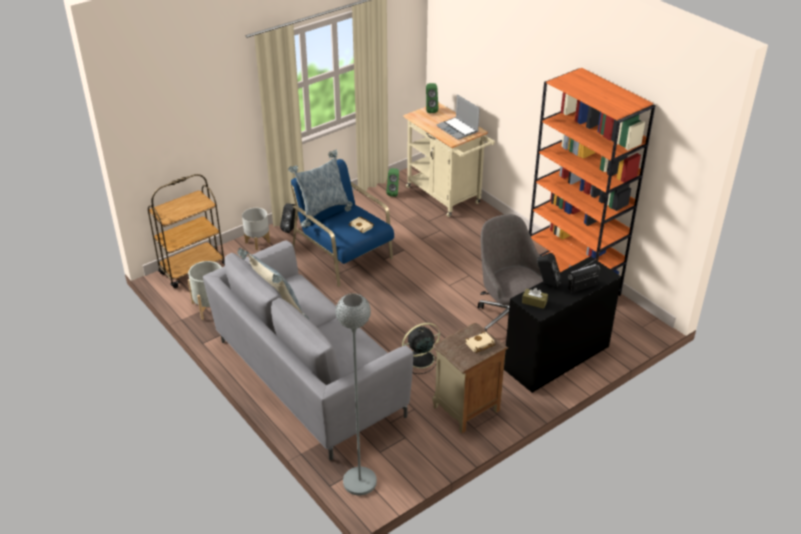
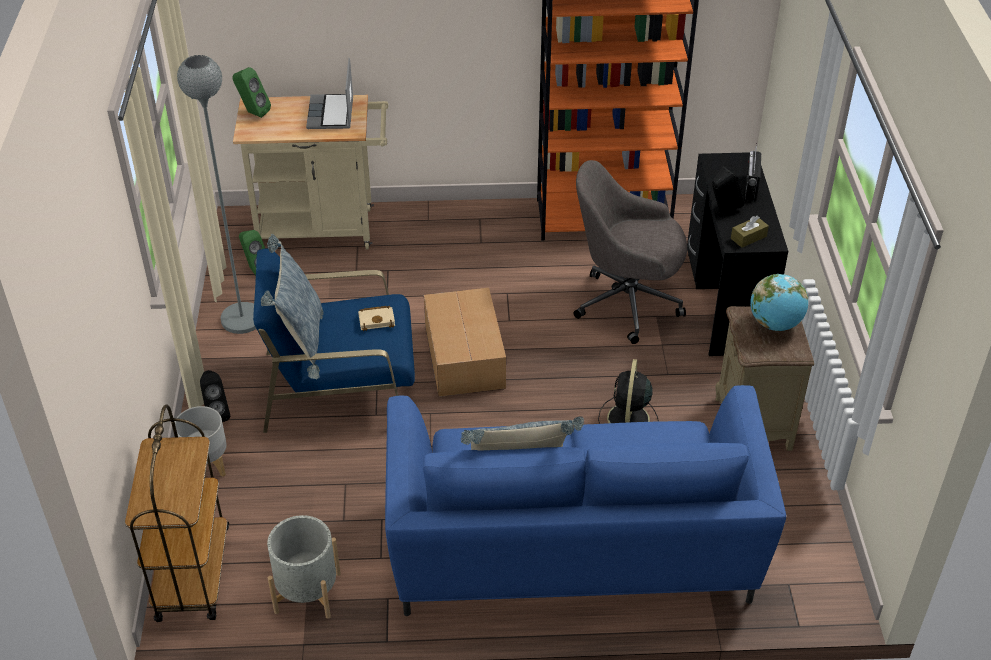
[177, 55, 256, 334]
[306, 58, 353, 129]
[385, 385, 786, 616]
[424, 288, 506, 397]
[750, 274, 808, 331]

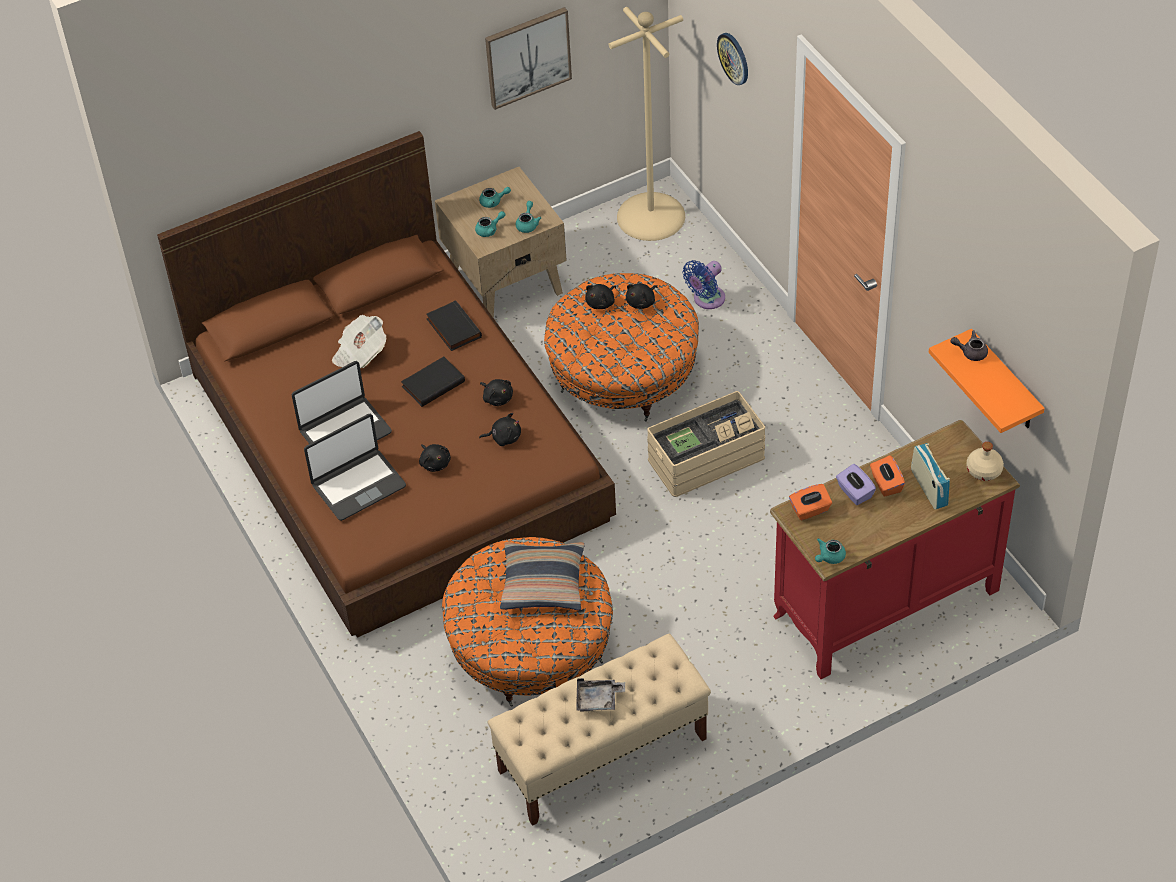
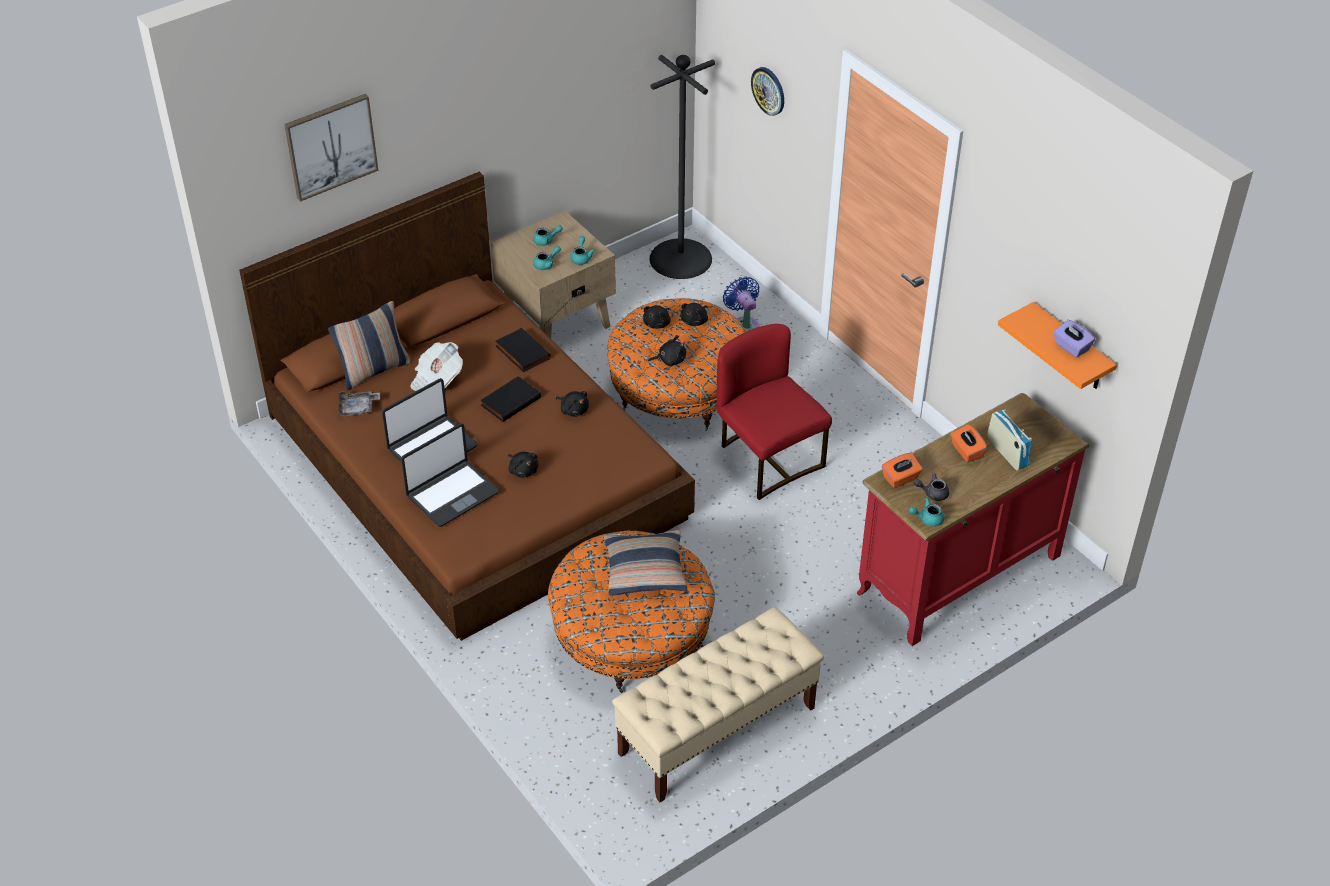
[284, 94, 378, 202]
[328, 301, 411, 390]
[339, 391, 380, 417]
[648, 336, 686, 366]
[650, 55, 715, 279]
[716, 324, 832, 500]
[723, 277, 760, 331]
[909, 498, 945, 527]
[914, 472, 949, 501]
[1053, 320, 1095, 358]
[966, 442, 1004, 481] (first image)

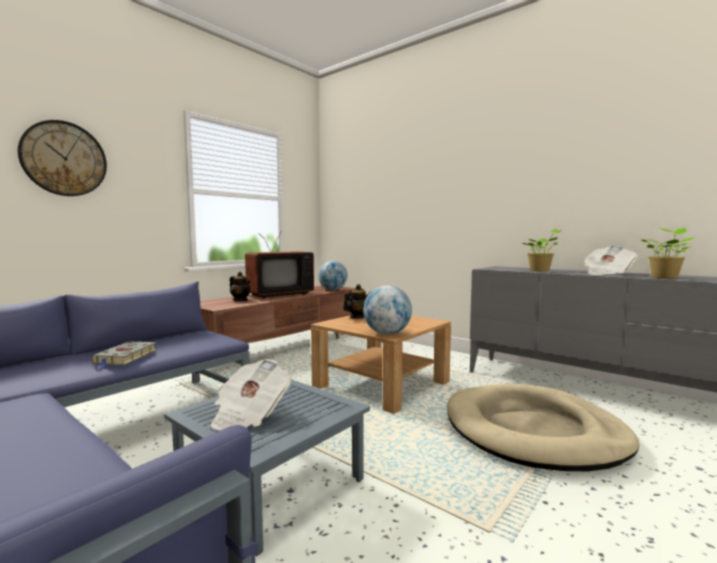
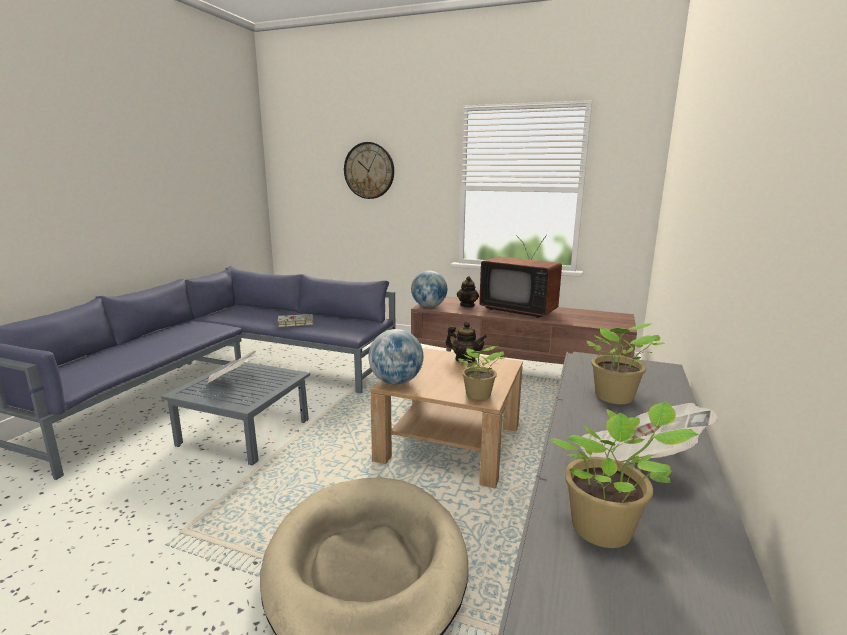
[411, 271, 447, 307]
[458, 346, 507, 400]

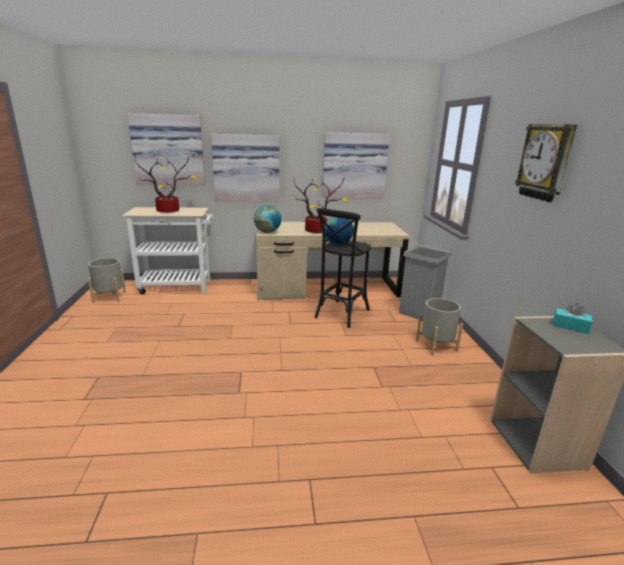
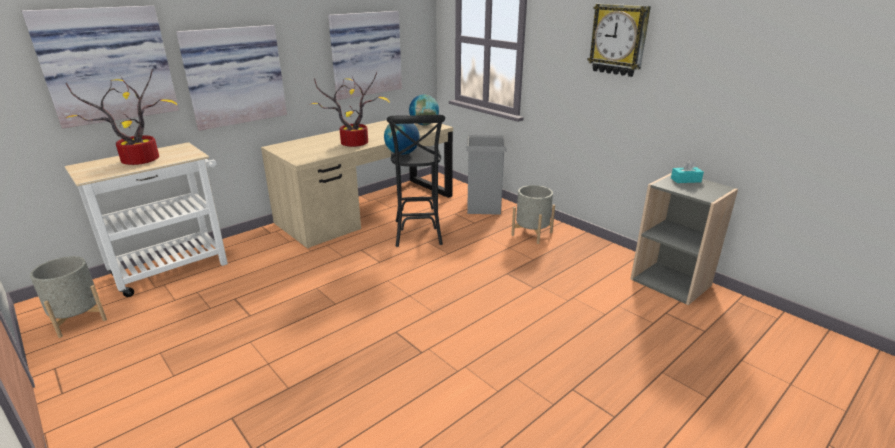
[409, 95, 439, 125]

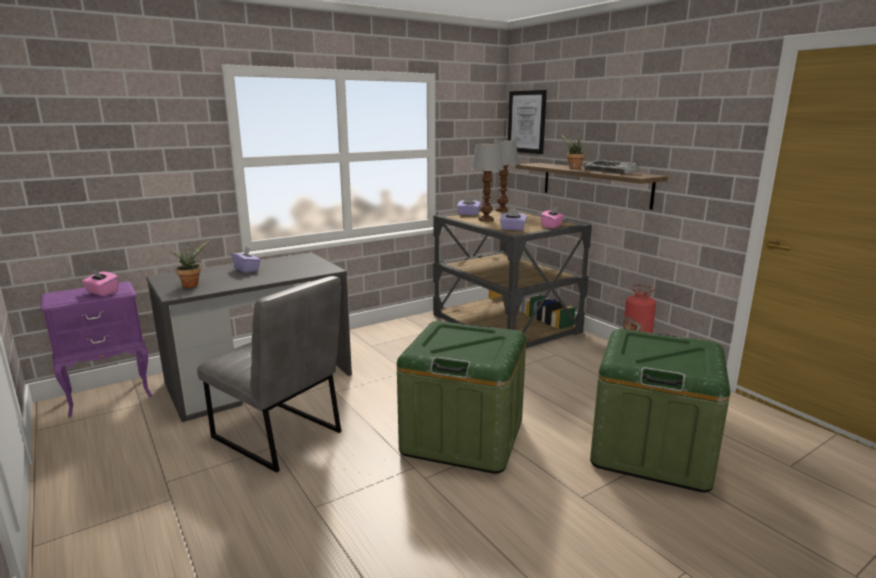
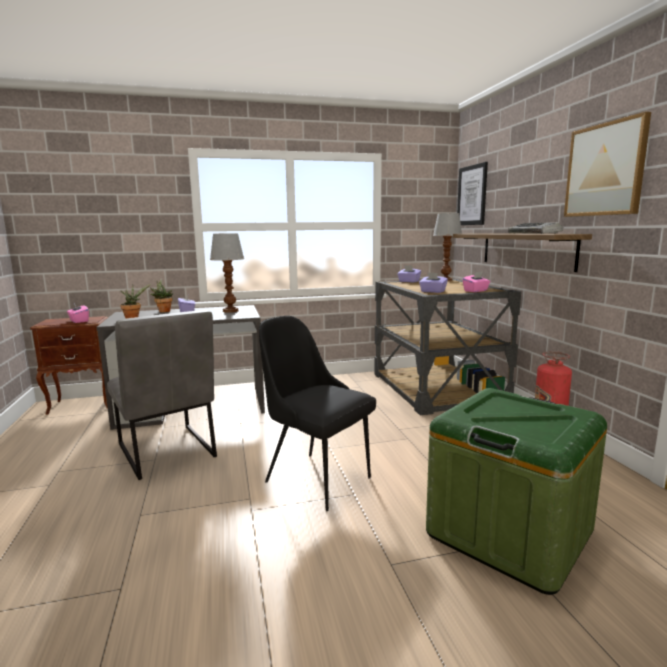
[30, 316, 108, 415]
[150, 279, 173, 312]
[210, 233, 244, 313]
[259, 316, 376, 511]
[564, 112, 651, 217]

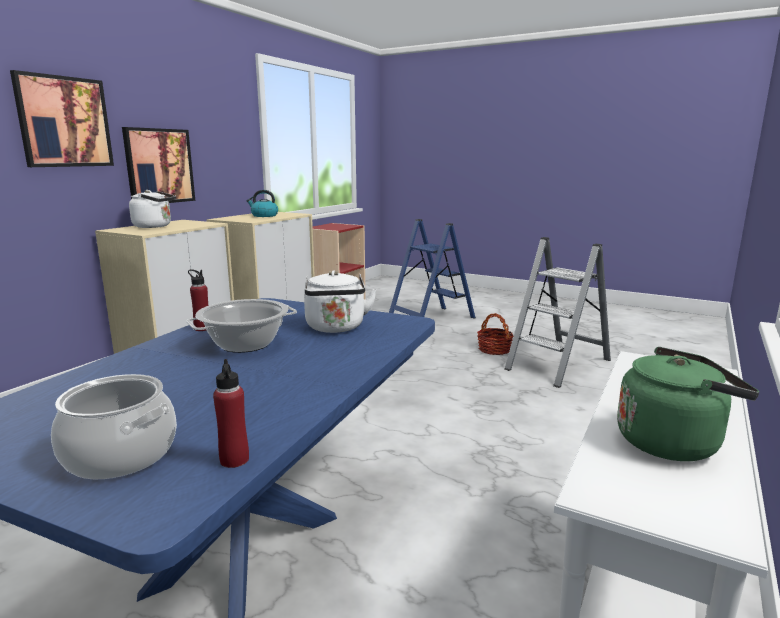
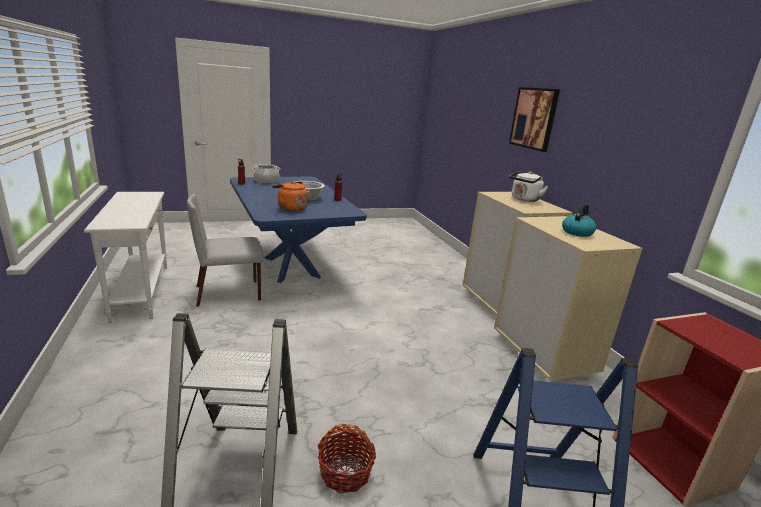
[187, 194, 264, 307]
[272, 181, 308, 212]
[122, 127, 195, 203] (first image)
[617, 347, 759, 461] (first image)

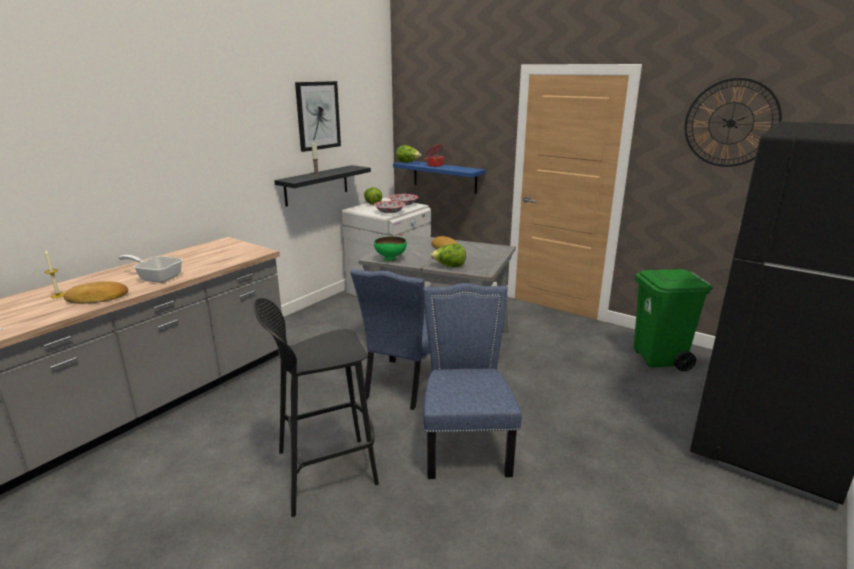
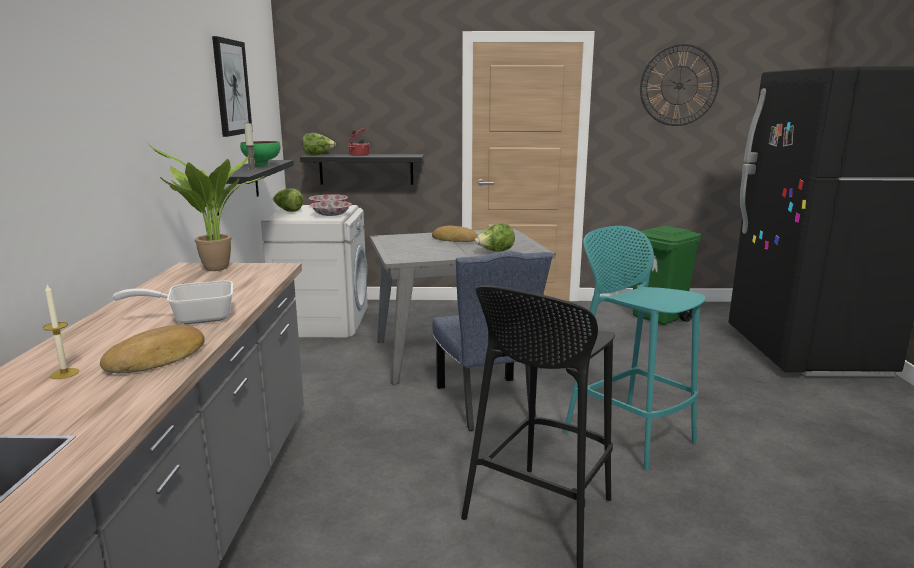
[148, 144, 264, 271]
[240, 141, 280, 167]
[300, 154, 424, 185]
[563, 226, 705, 470]

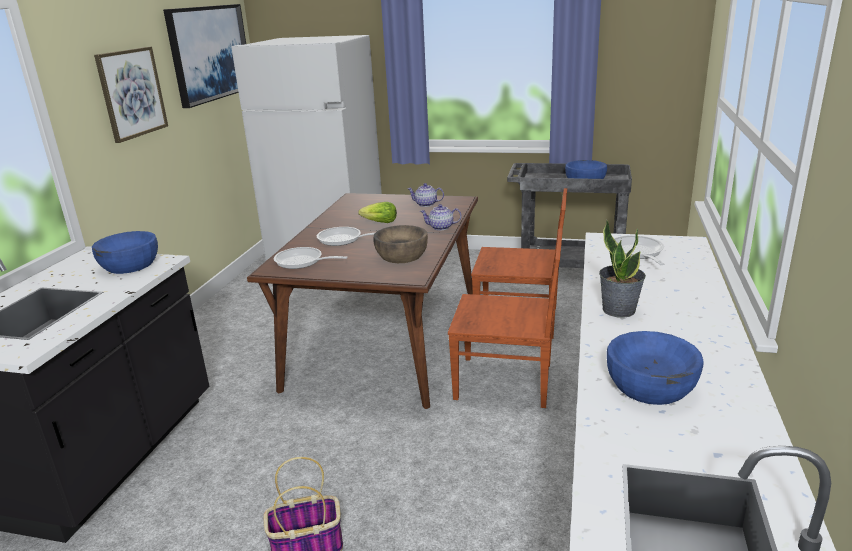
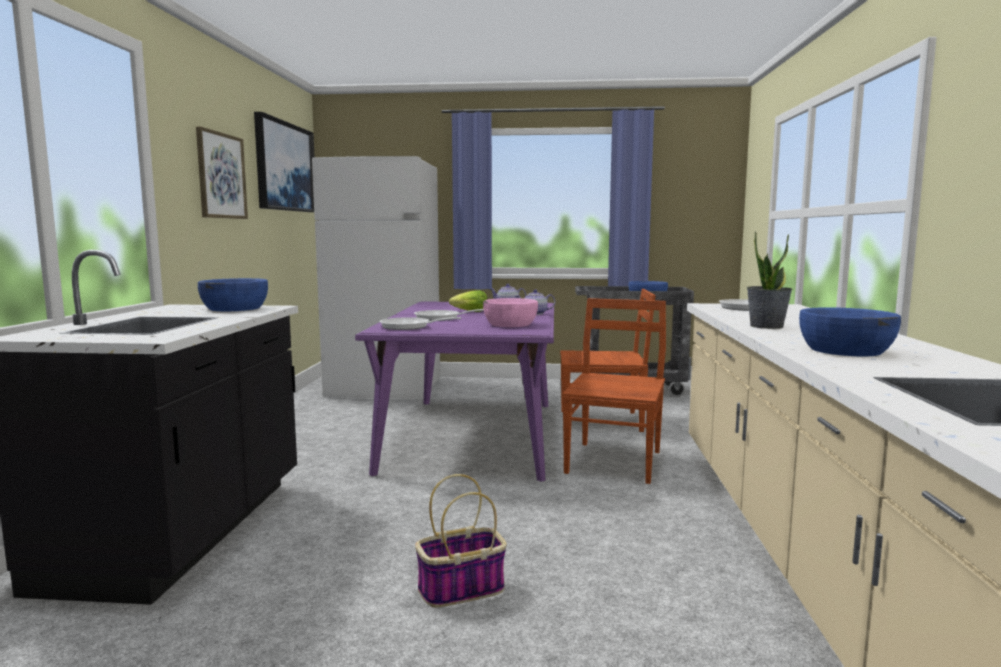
[355, 301, 554, 482]
[483, 298, 538, 327]
[562, 298, 666, 484]

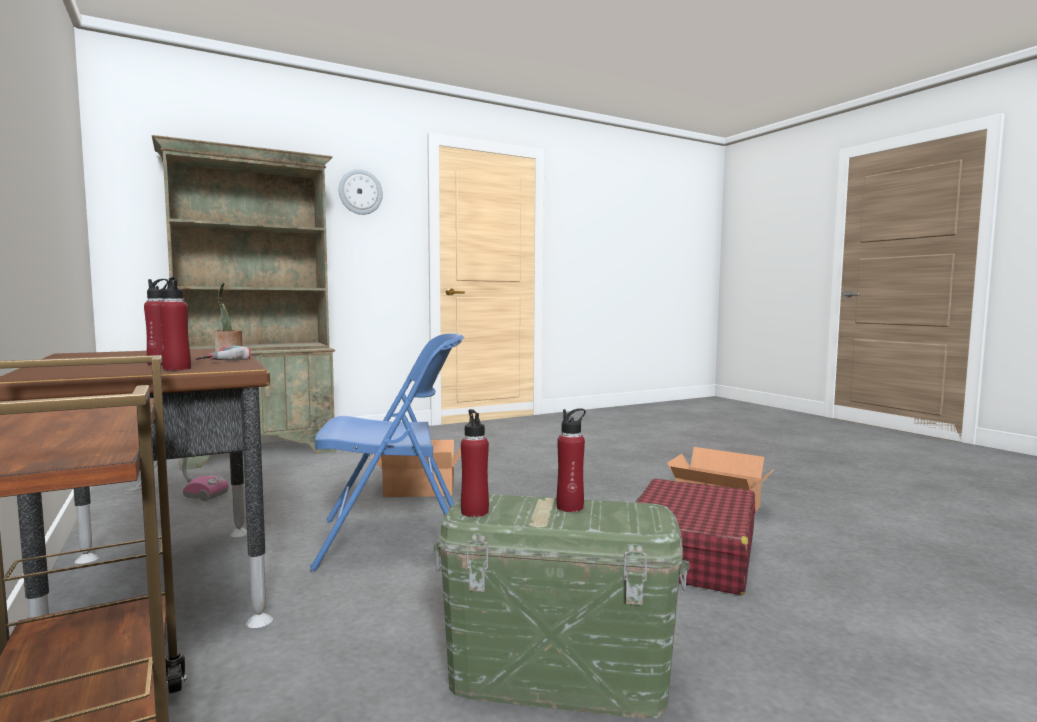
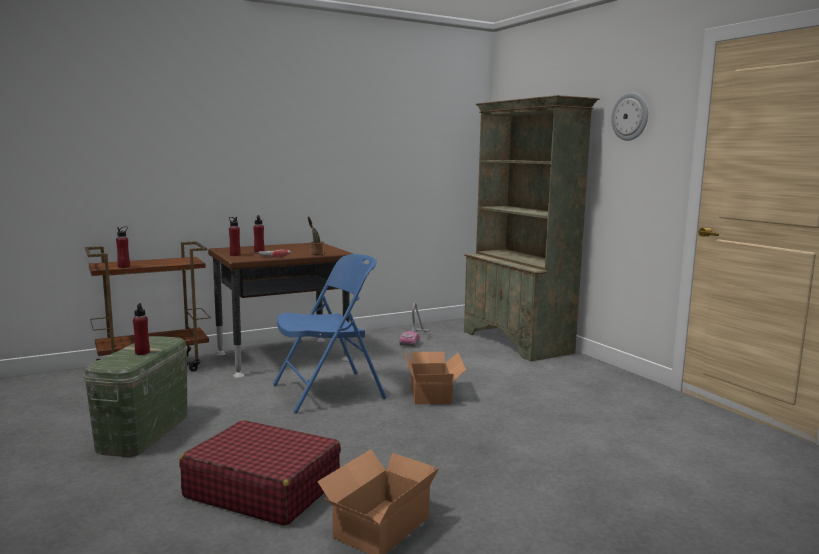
[116, 226, 130, 268]
[273, 254, 386, 414]

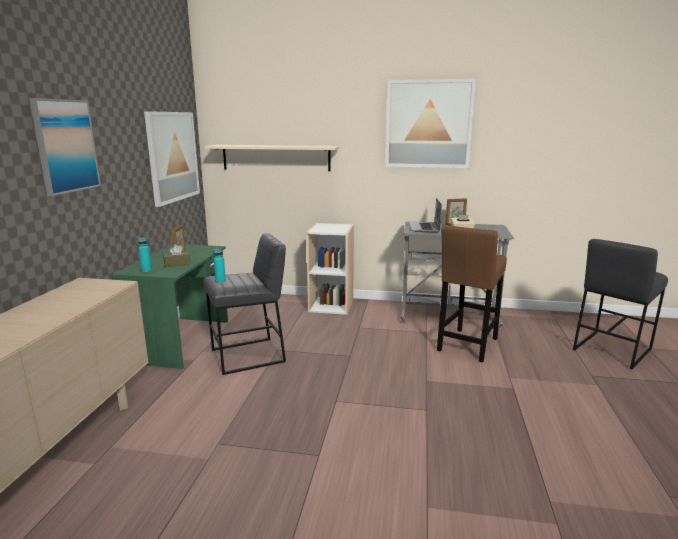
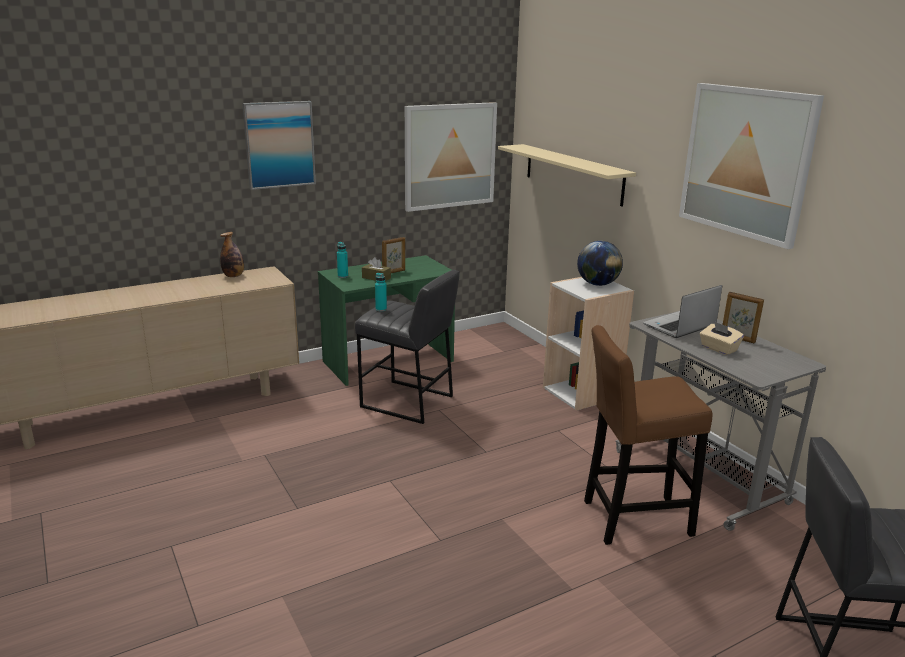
[220, 232, 244, 277]
[577, 241, 623, 286]

